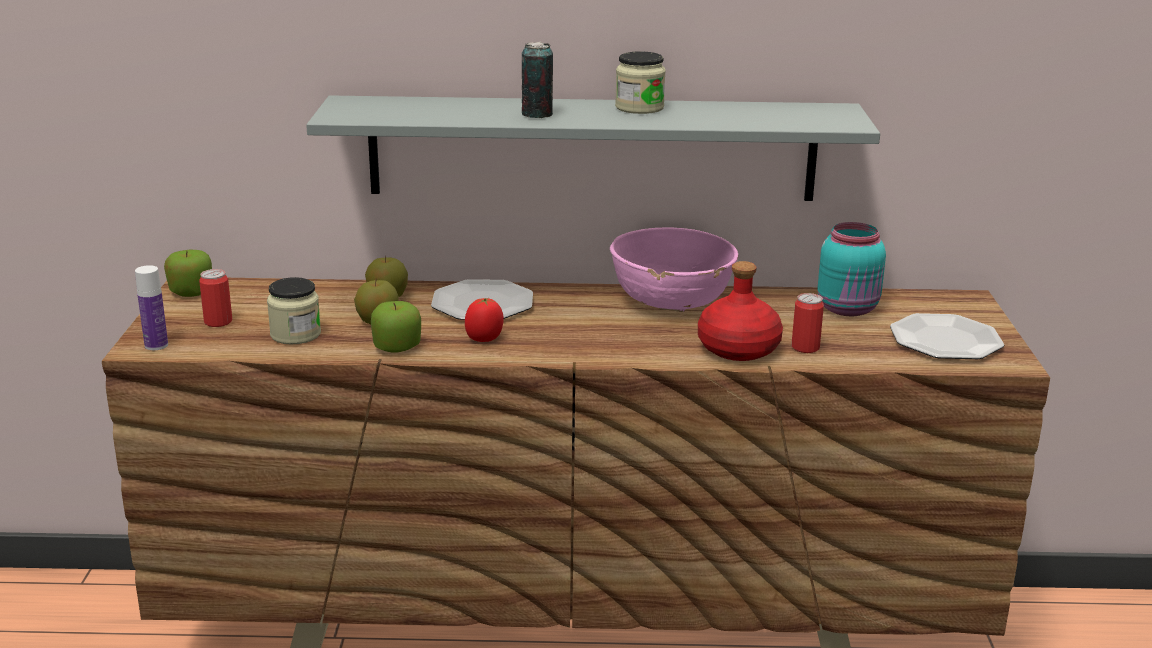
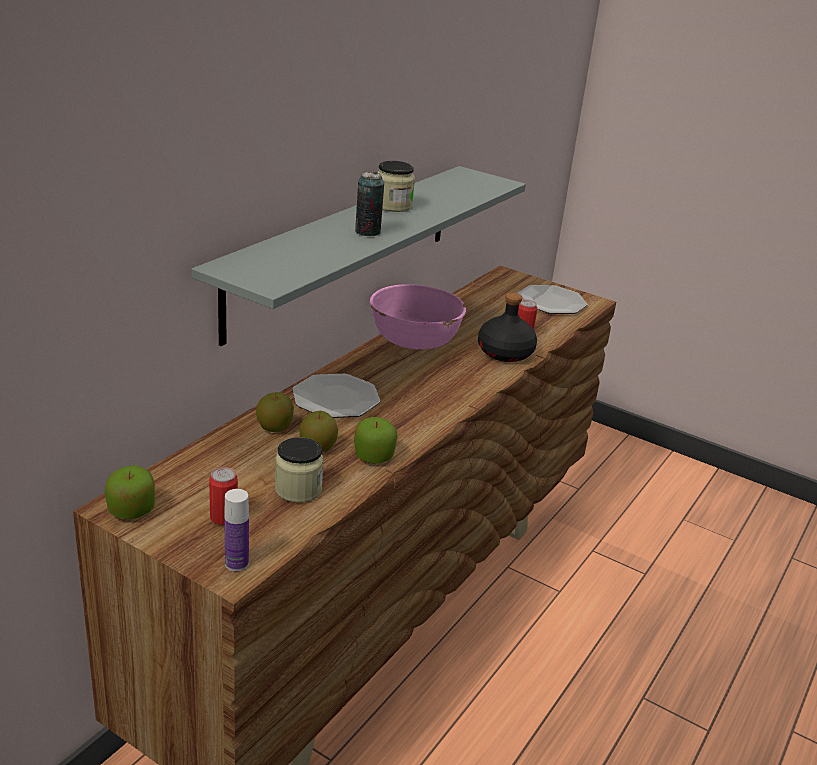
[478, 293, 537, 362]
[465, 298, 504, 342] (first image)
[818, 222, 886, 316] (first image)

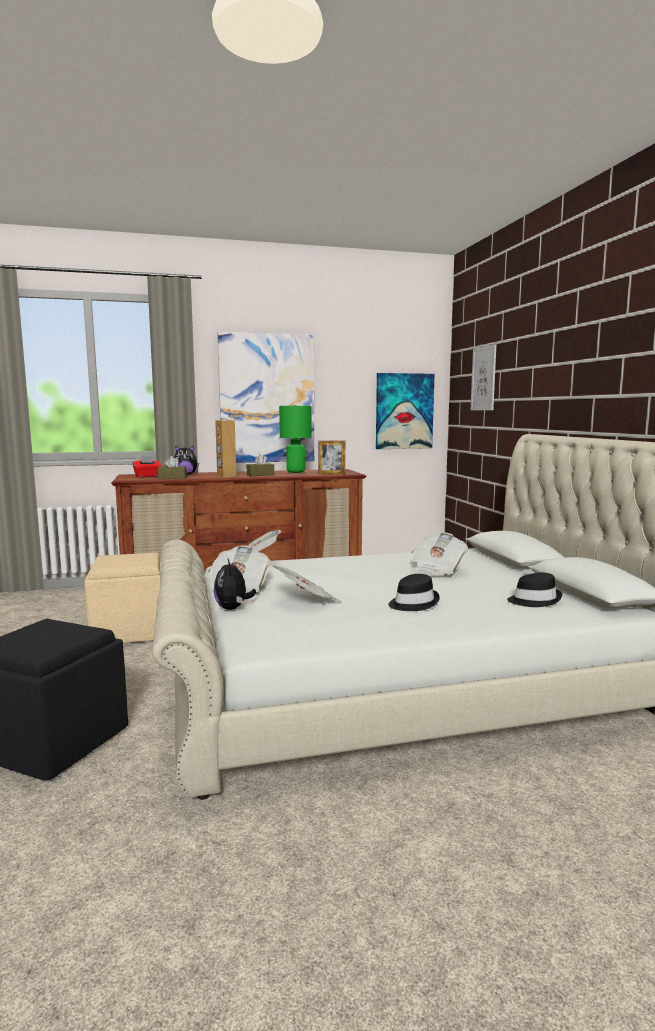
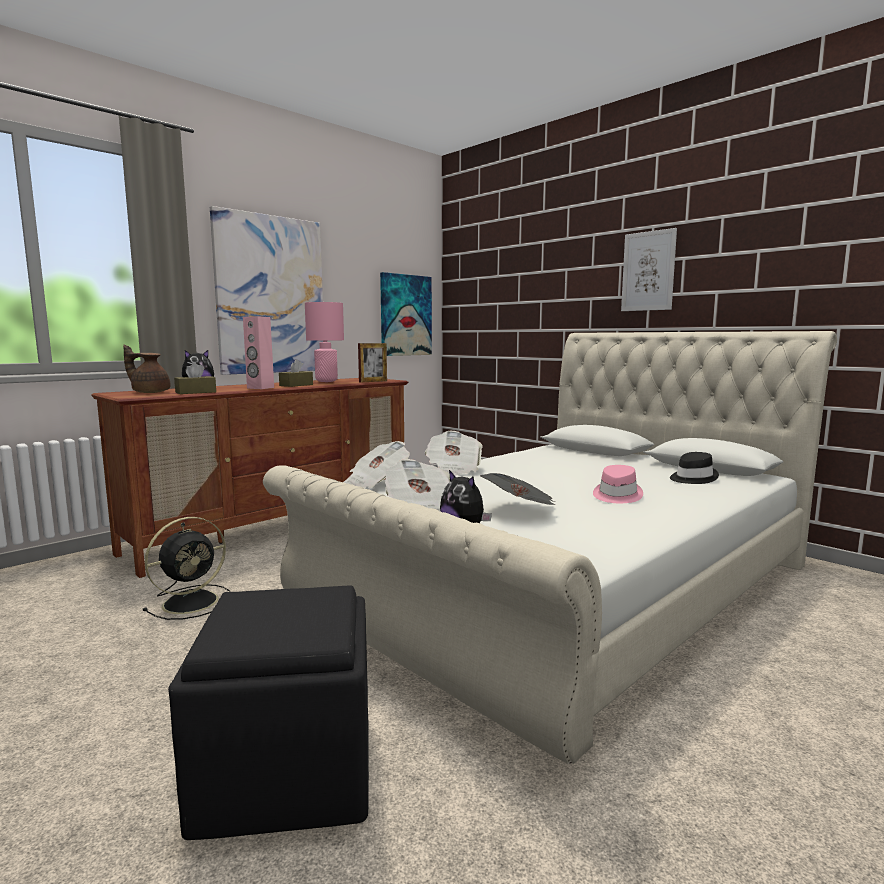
[123, 345, 171, 393]
[143, 517, 231, 620]
[243, 317, 274, 389]
[305, 302, 344, 382]
[425, 431, 482, 476]
[593, 465, 643, 503]
[621, 228, 677, 311]

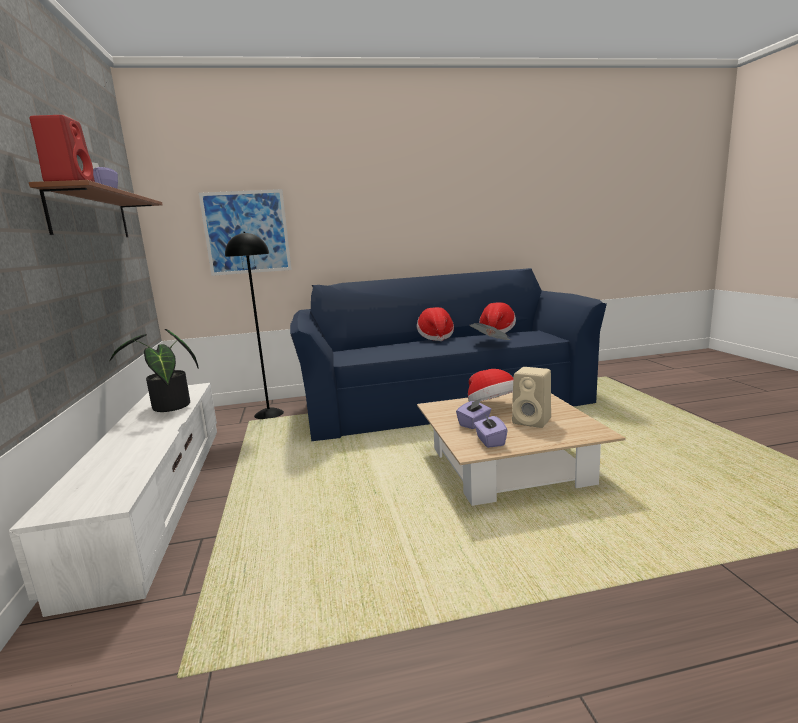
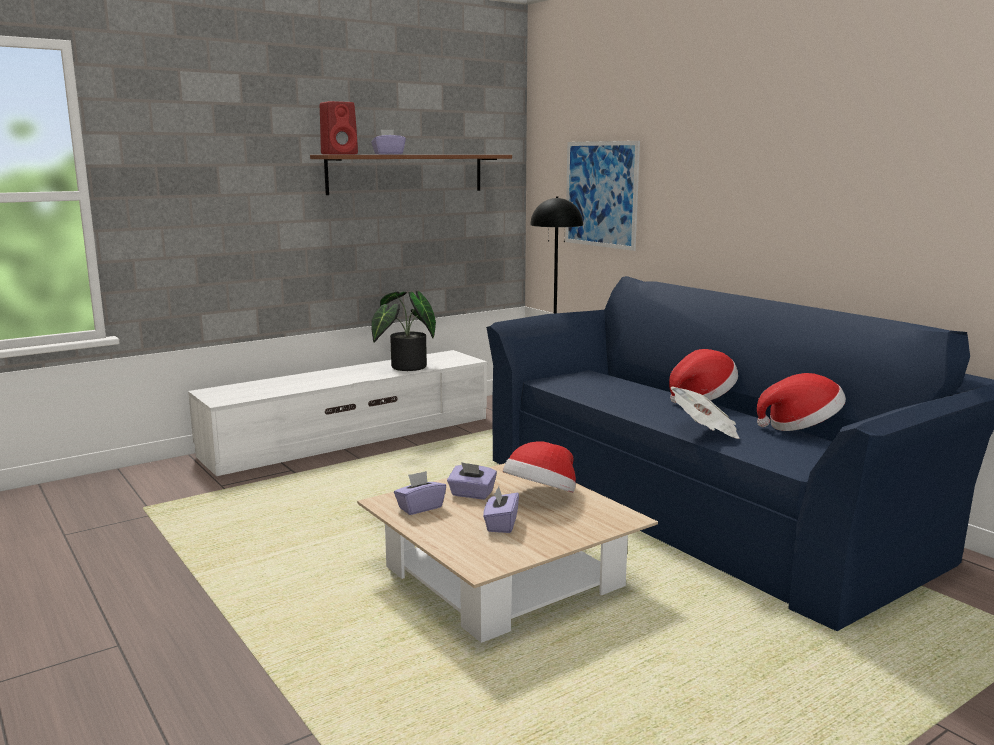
[483, 486, 519, 533]

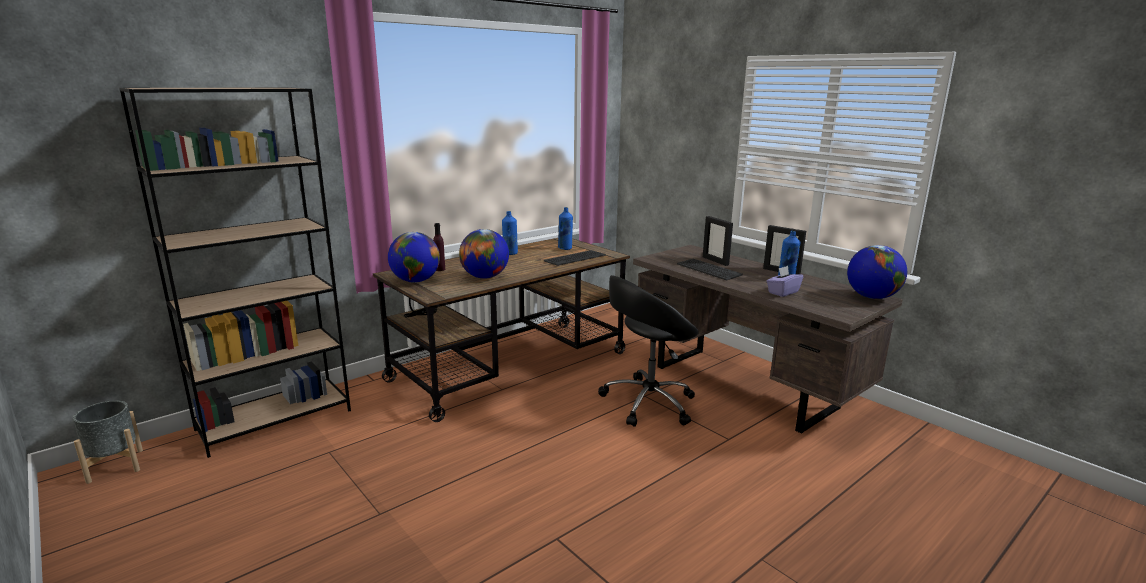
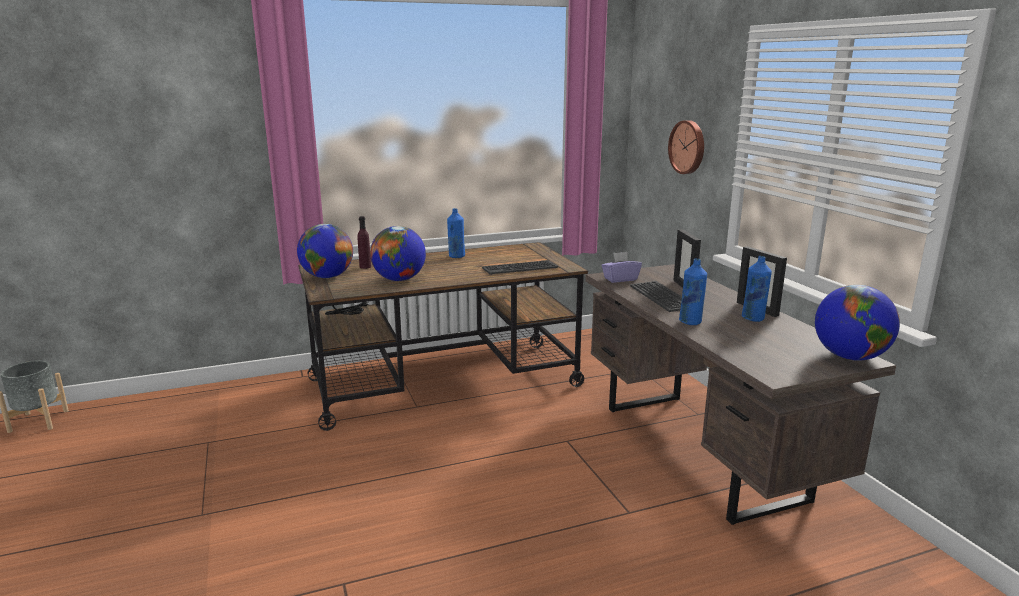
[601, 252, 642, 283]
[668, 120, 704, 174]
[679, 258, 707, 325]
[119, 88, 351, 458] (first image)
[598, 275, 699, 427] (first image)

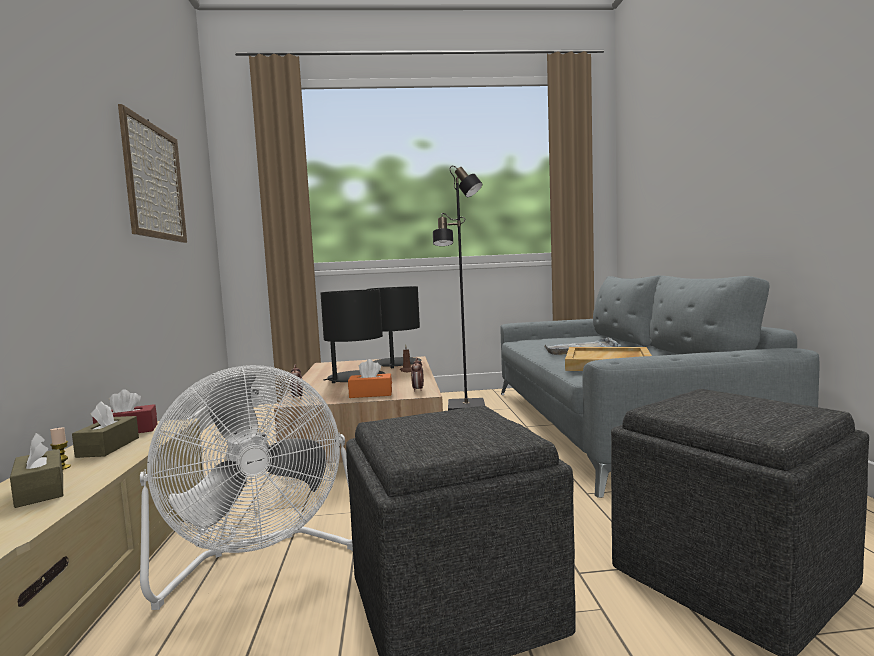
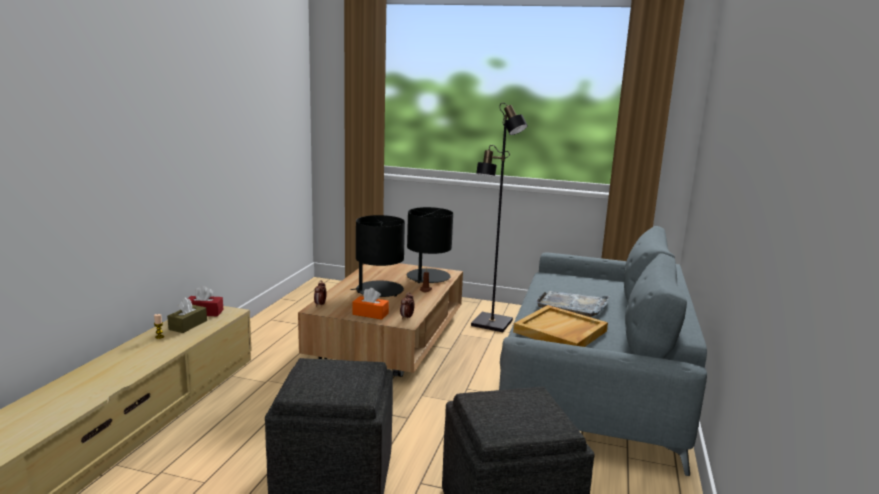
[10, 433, 63, 508] (first image)
[118, 104, 187, 243] (first image)
[140, 365, 353, 610] (first image)

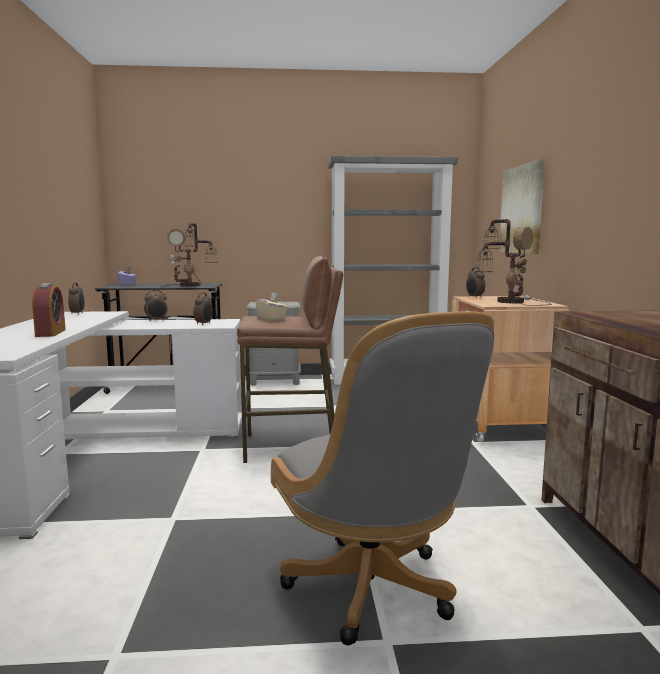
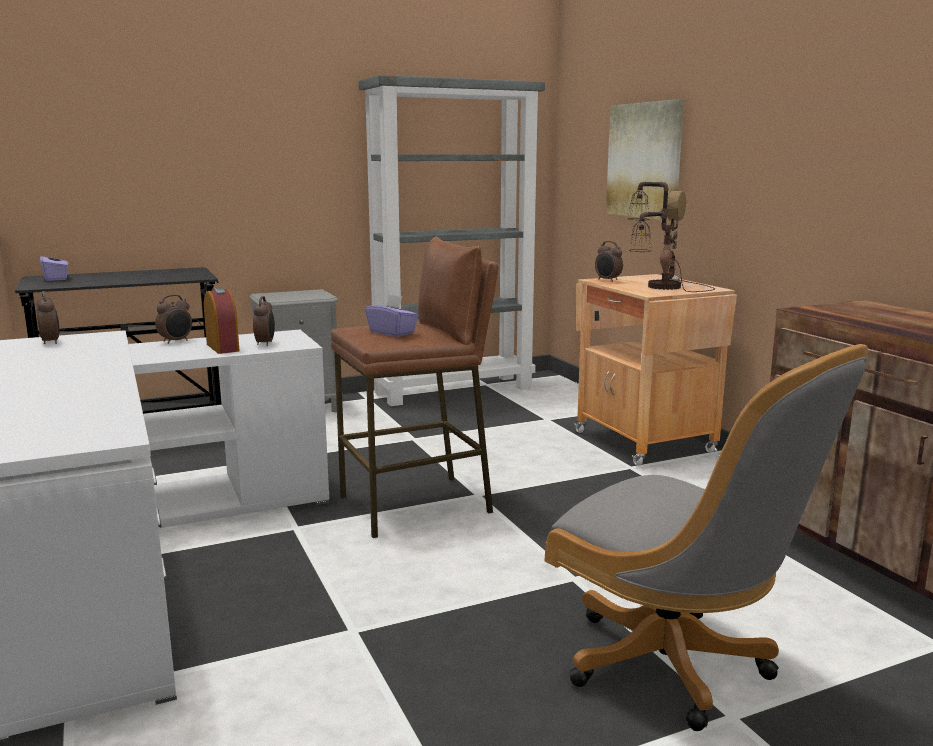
[204, 287, 239, 354]
[365, 294, 419, 337]
[161, 223, 218, 287] (first image)

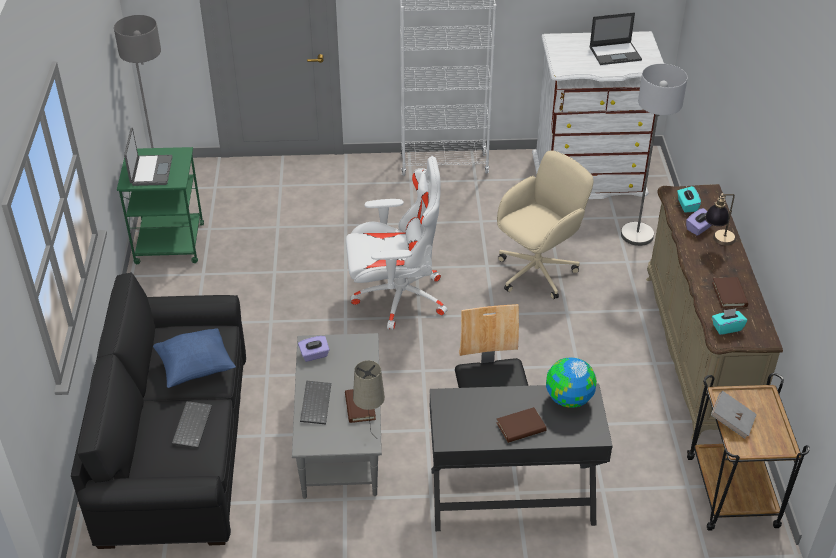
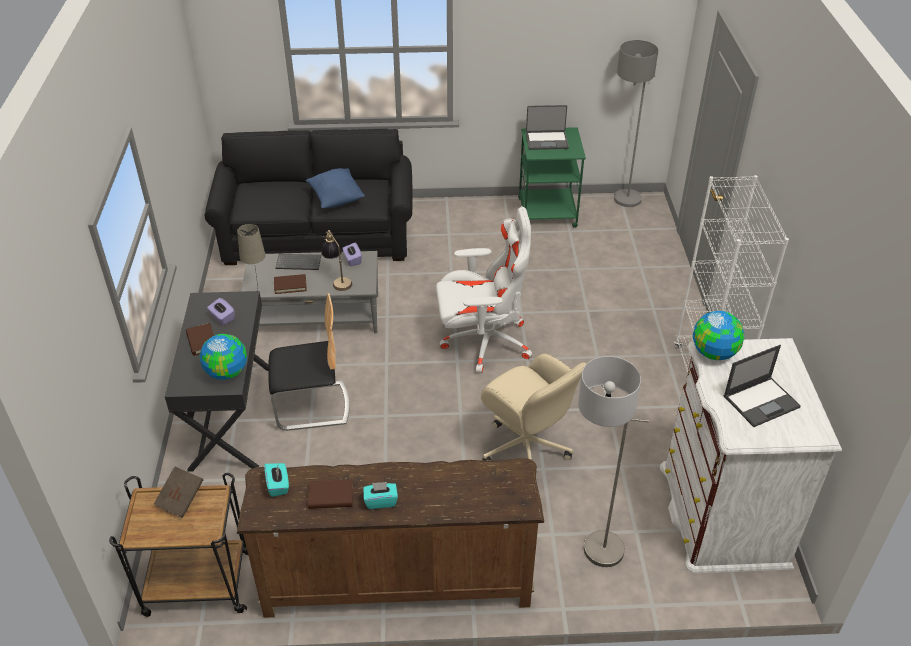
[154, 466, 204, 518]
[207, 298, 235, 325]
[321, 230, 352, 291]
[363, 482, 398, 509]
[436, 206, 532, 373]
[693, 311, 745, 360]
[724, 345, 801, 427]
[172, 401, 212, 448] (first image)

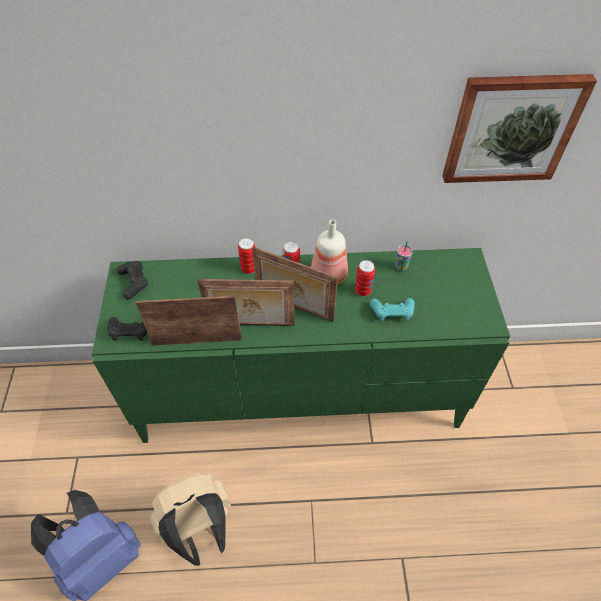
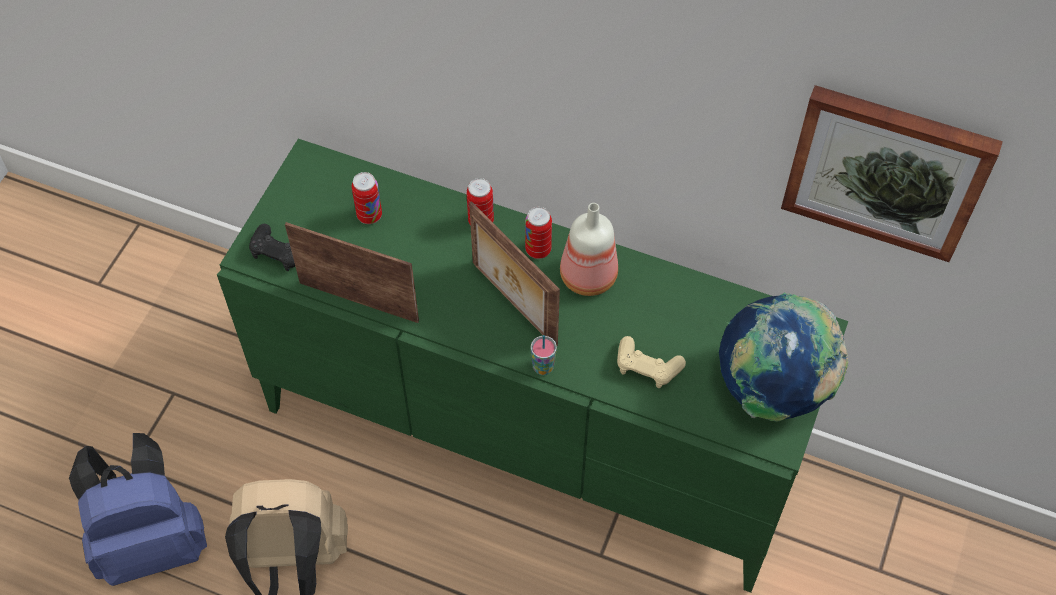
[352, 172, 382, 224]
[531, 335, 557, 375]
[617, 336, 686, 388]
[719, 292, 848, 422]
[116, 261, 148, 299] (first image)
[197, 279, 295, 326] (first image)

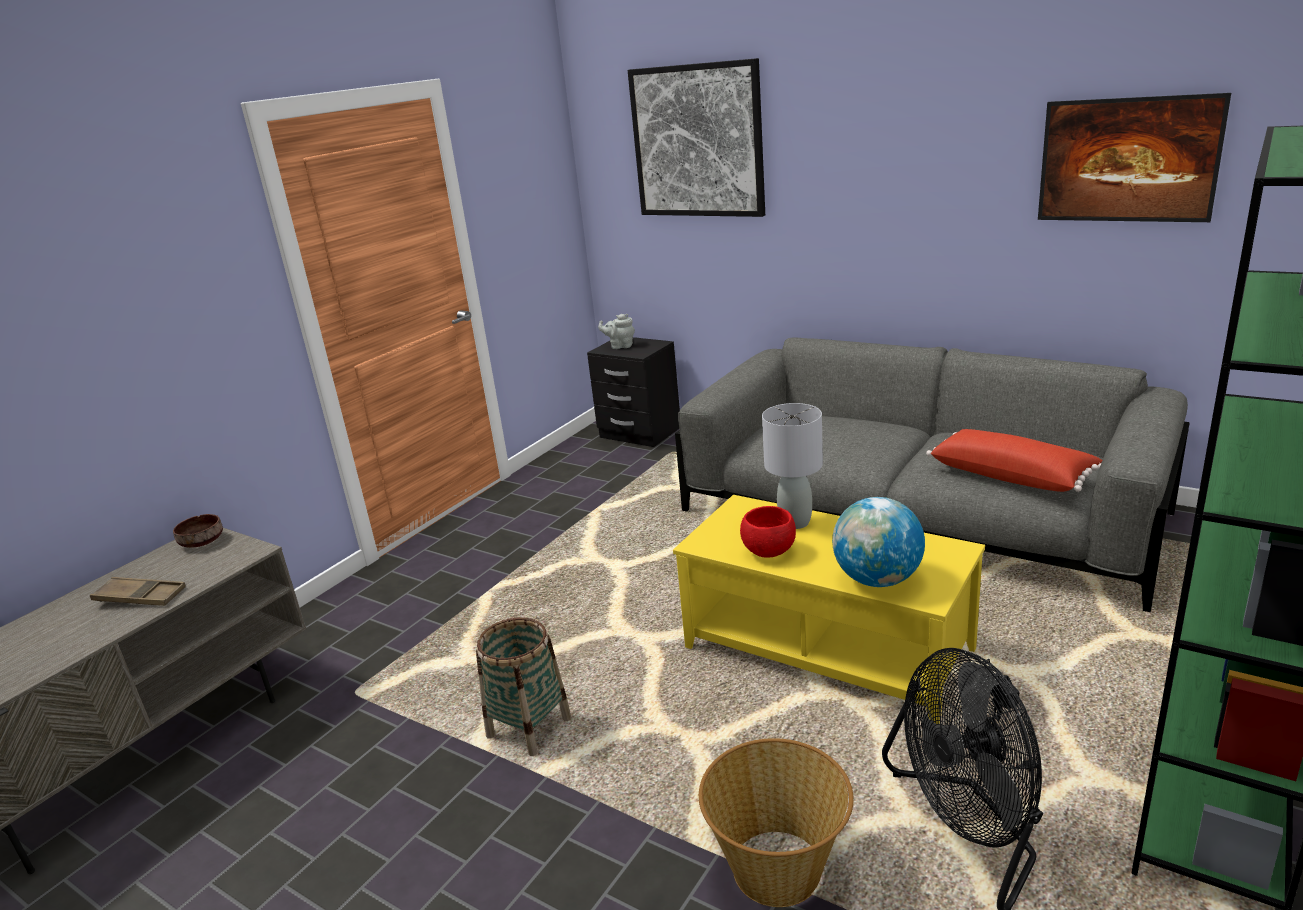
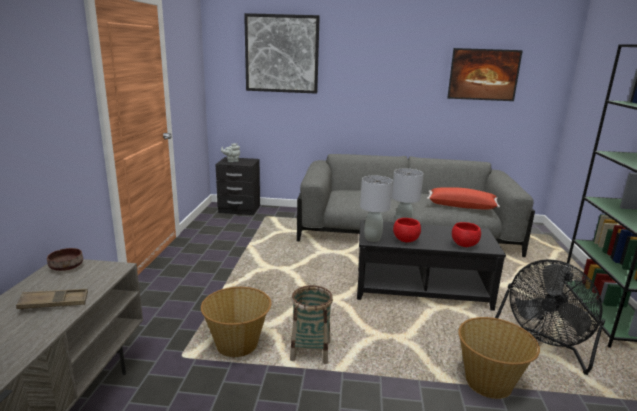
[201, 287, 271, 357]
[357, 220, 506, 311]
[360, 175, 393, 242]
[452, 222, 481, 247]

